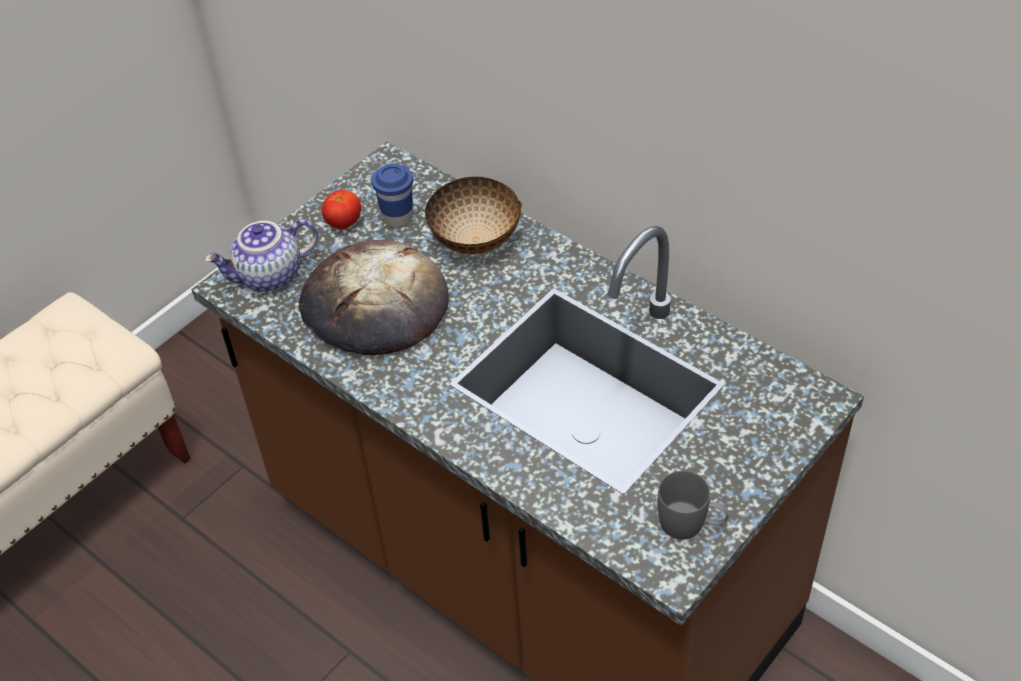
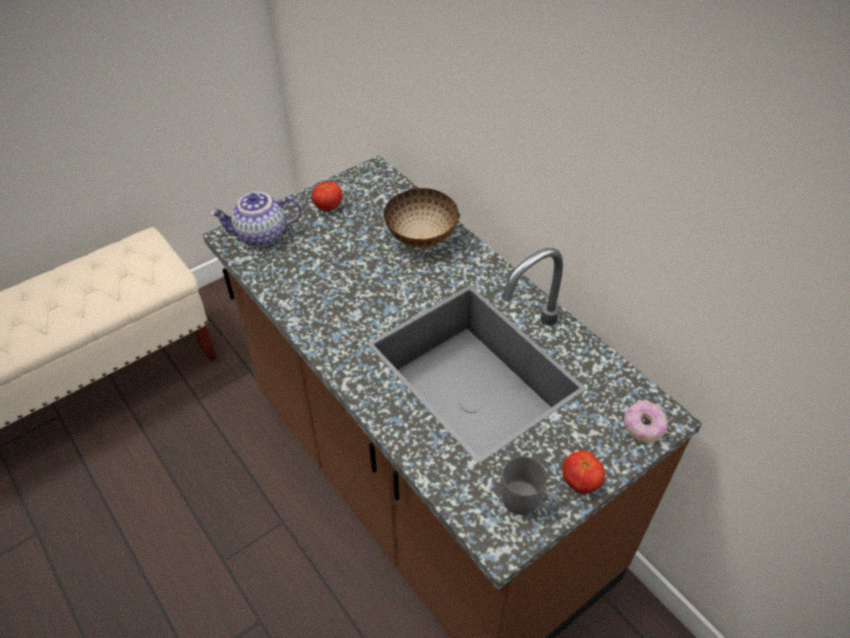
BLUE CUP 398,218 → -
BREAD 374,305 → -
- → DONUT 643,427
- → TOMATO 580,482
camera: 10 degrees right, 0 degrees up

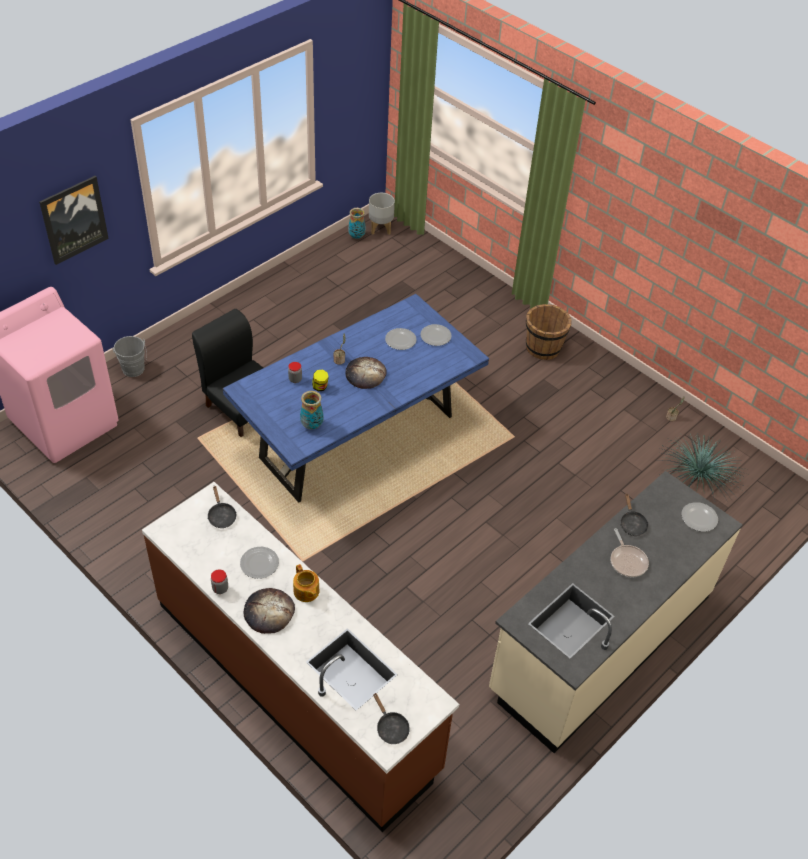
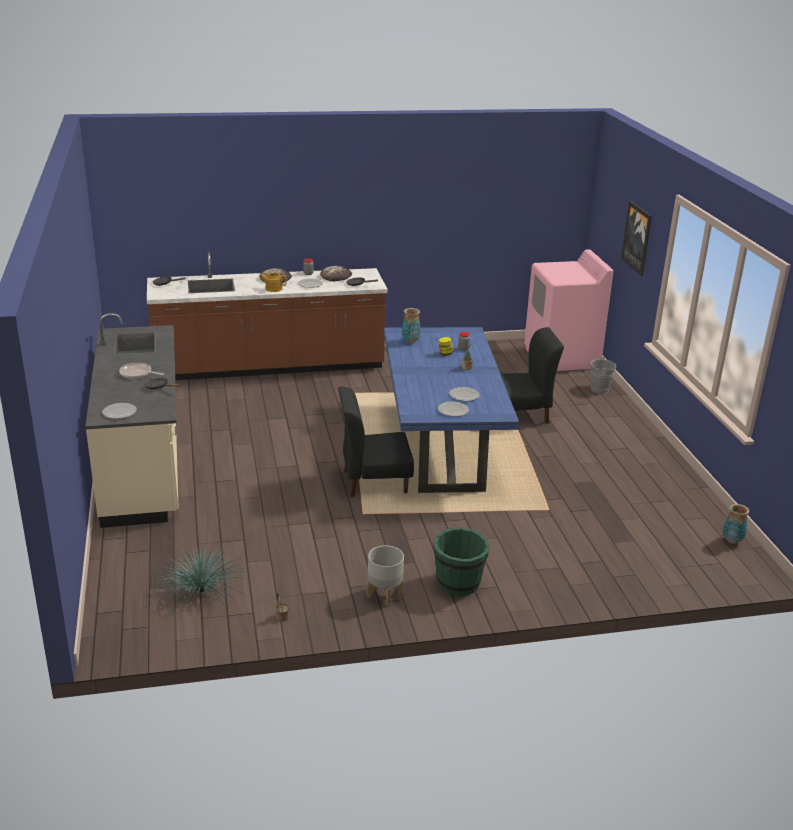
GREY PLANTER 381,228 → GREY PLANTER 384,595, shifted
BROWN BUCKET 543,347 → GREEN BUCKET 458,583
BREAD 365,374 → BREAD 336,276, shifted
- → BLACK CHAIR 374,481
camera: 125 degrees right, 20 degrees down

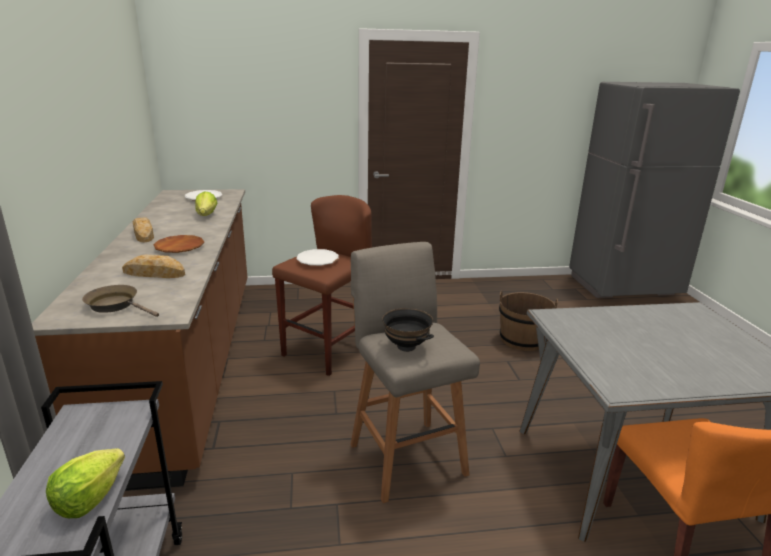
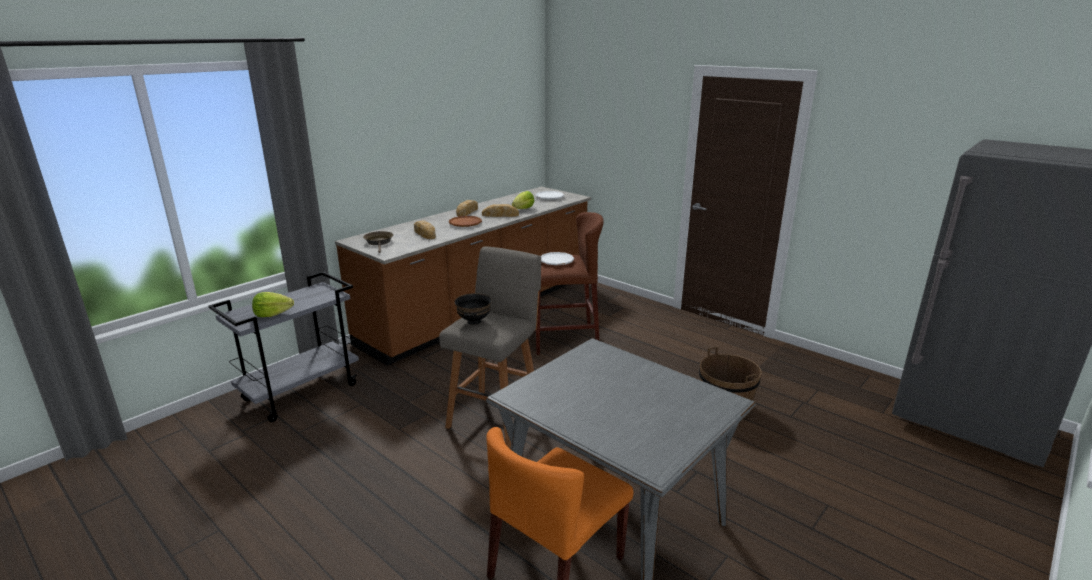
- → BREAD 500,215
camera: 50 degrees right, 0 degrees up

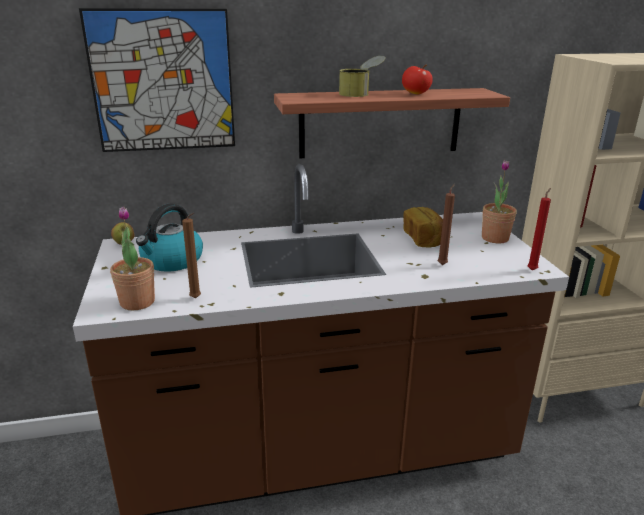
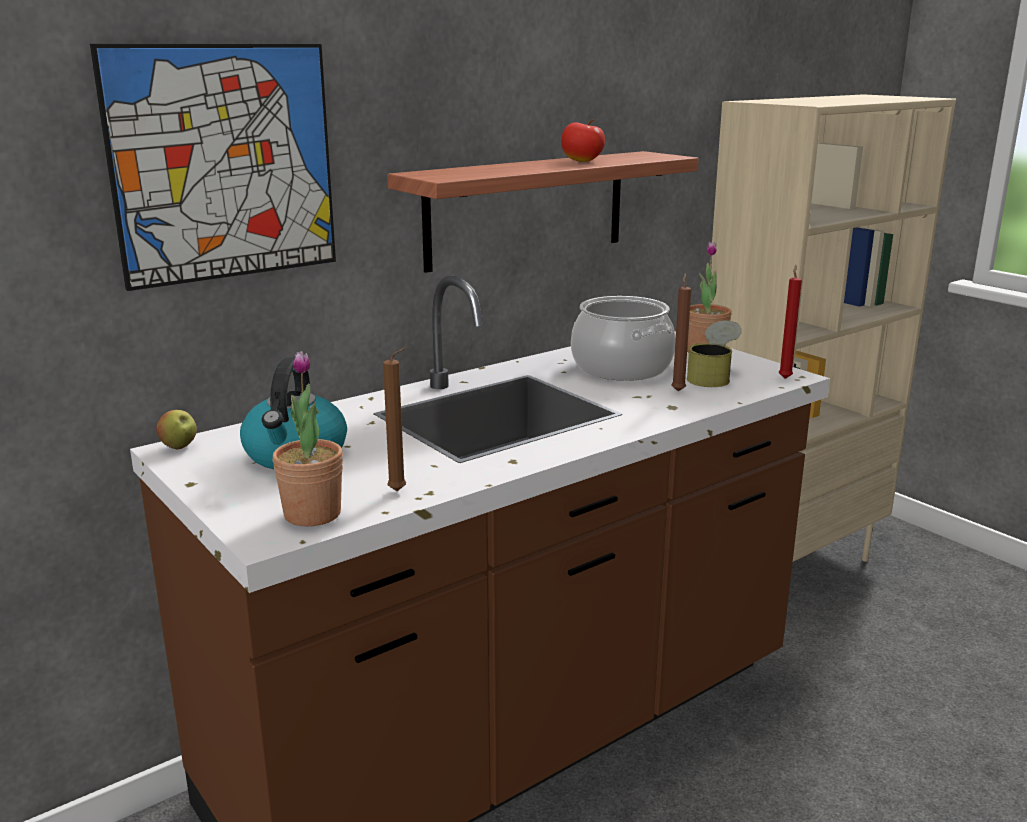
CAN 361,93 → CAN 713,376, shifted
BREAD 424,239 → COOKING POT 622,368
camera: 25 degrees left, 5 degrees down

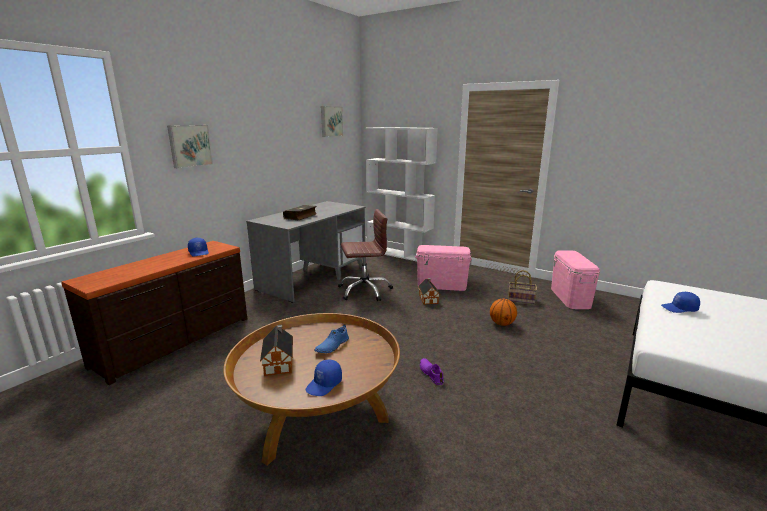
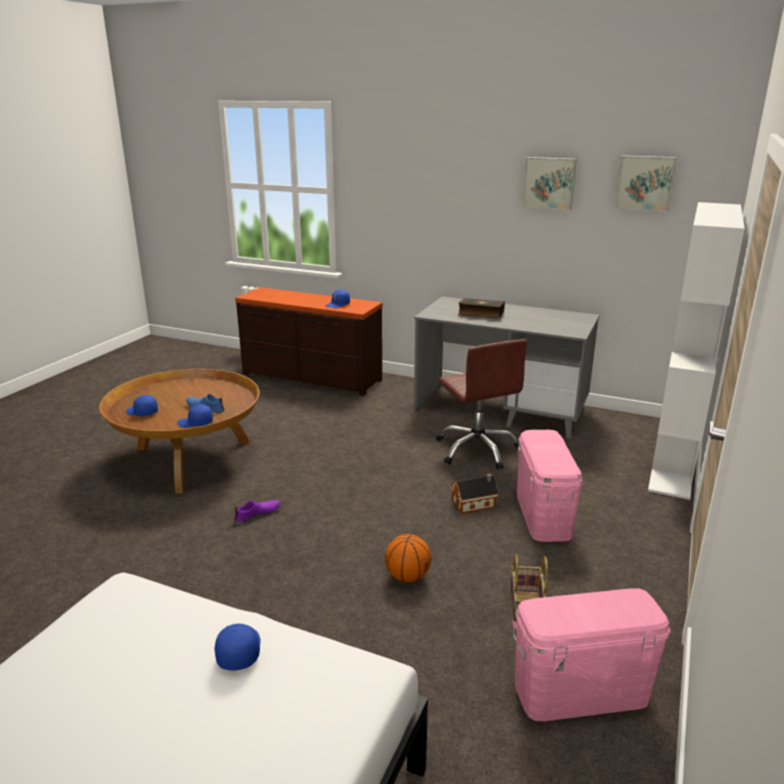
PICTURE 189,146 → PICTURE 549,183, shifted
TOY HOUSE 279,362 → -
- → BLUE CAP 195,423
camera: 80 degrees right, 5 degrees up

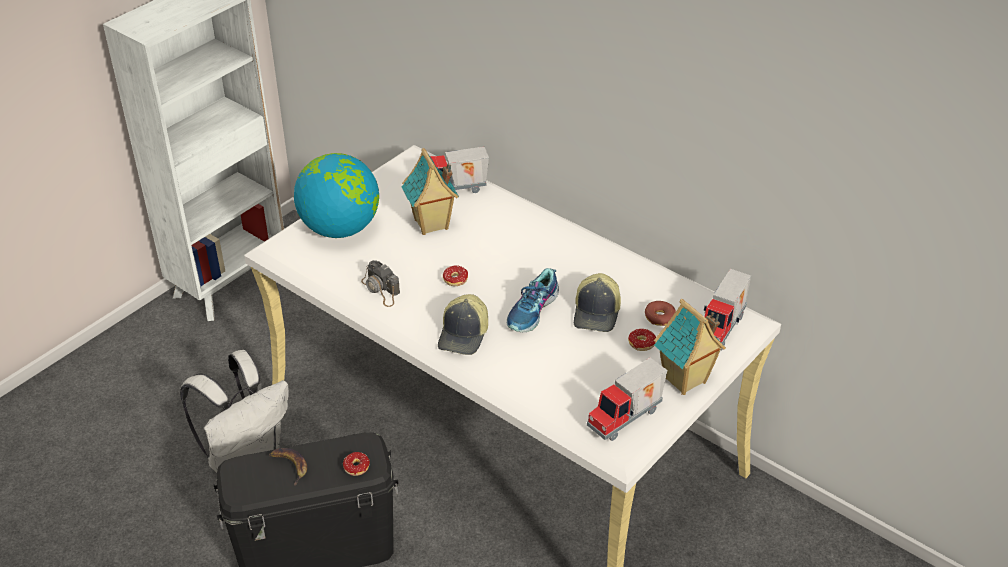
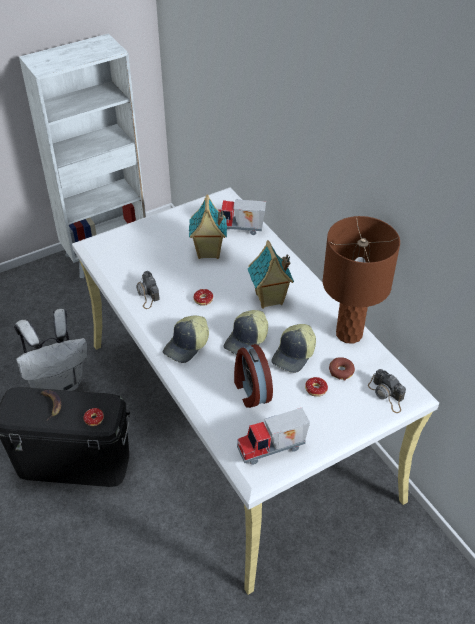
GLOBE 340,228 → -
SHOE 533,311 → CAP 247,340
TOY TRUCK 723,329 → PHOTO CAMERA 387,395
TOY HOUSE 685,381 → TOY HOUSE 269,300, shifted
- → BROWN TABLE LAMP 349,333
- → ALARM CLOCK 251,390
camera: 20 degrees right, 5 degrees up

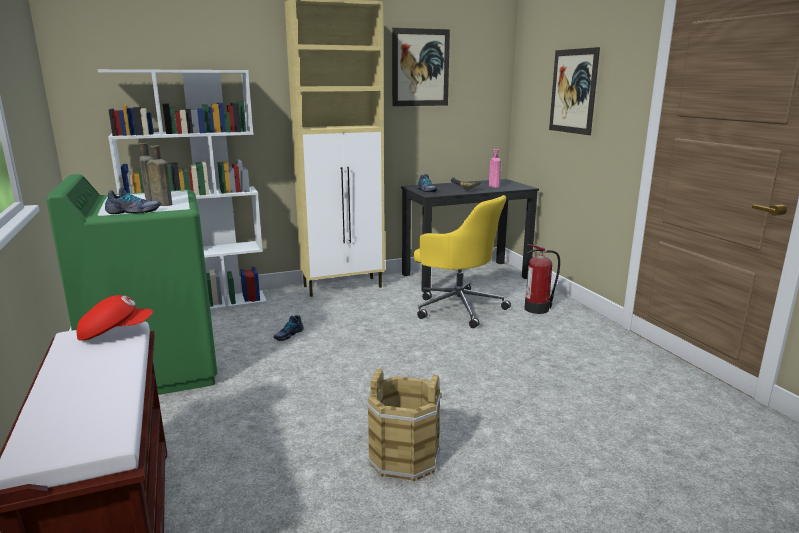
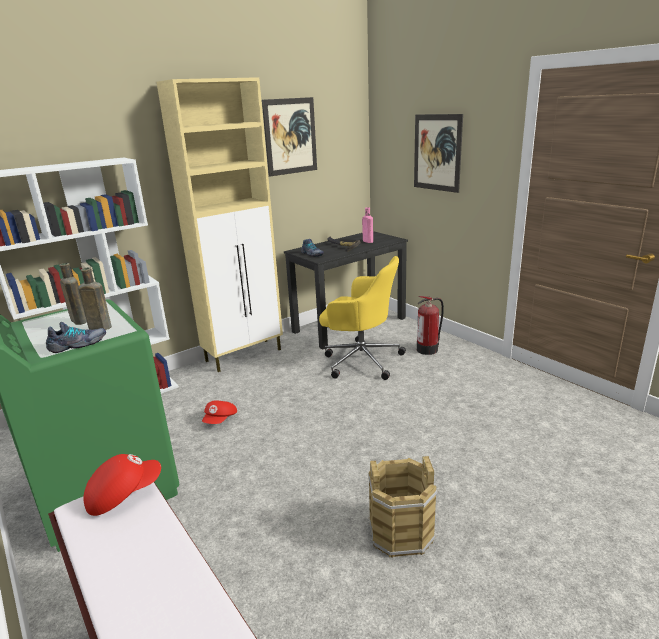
SHOE 288,334 → RED CAP 220,420
camera: 15 degrees left, 5 degrees up

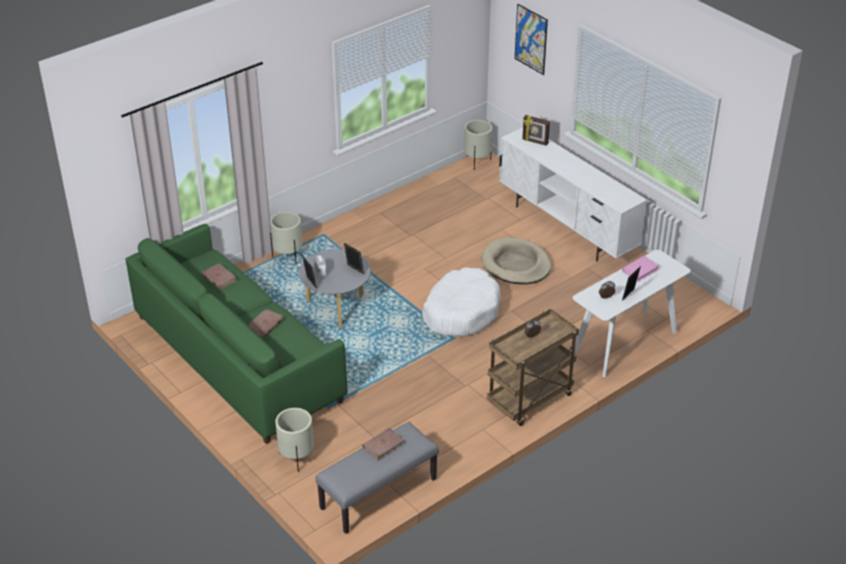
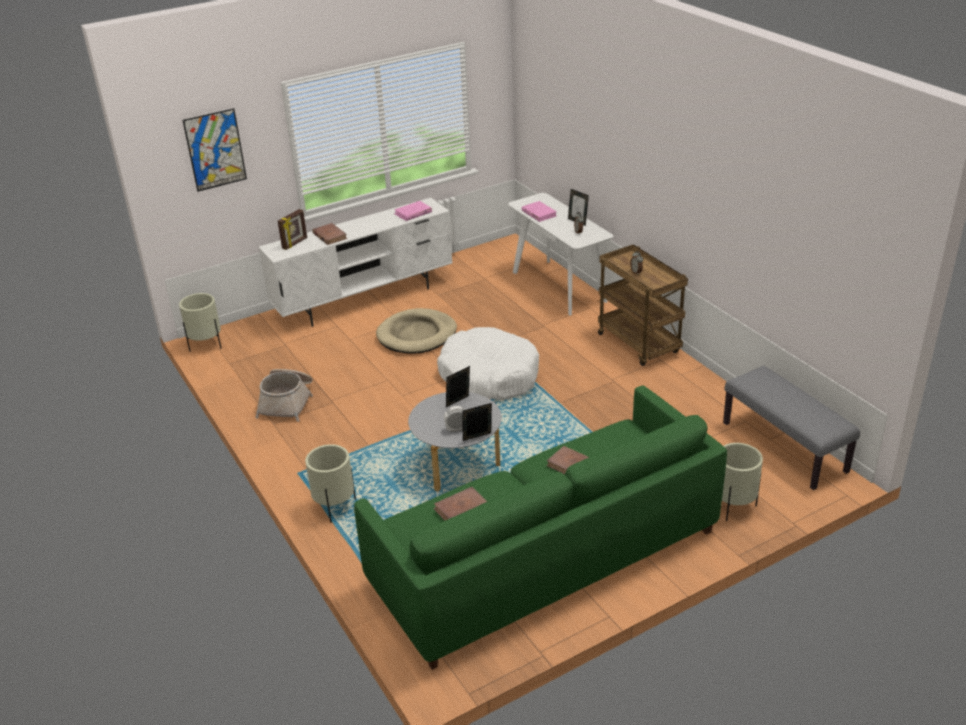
BROWN BOOK 383,445 → BROWN BOOK 329,236, shifted
- → PINK BOOK 413,213
- → BASKET 287,402
camera: 80 degrees left, 5 degrees down

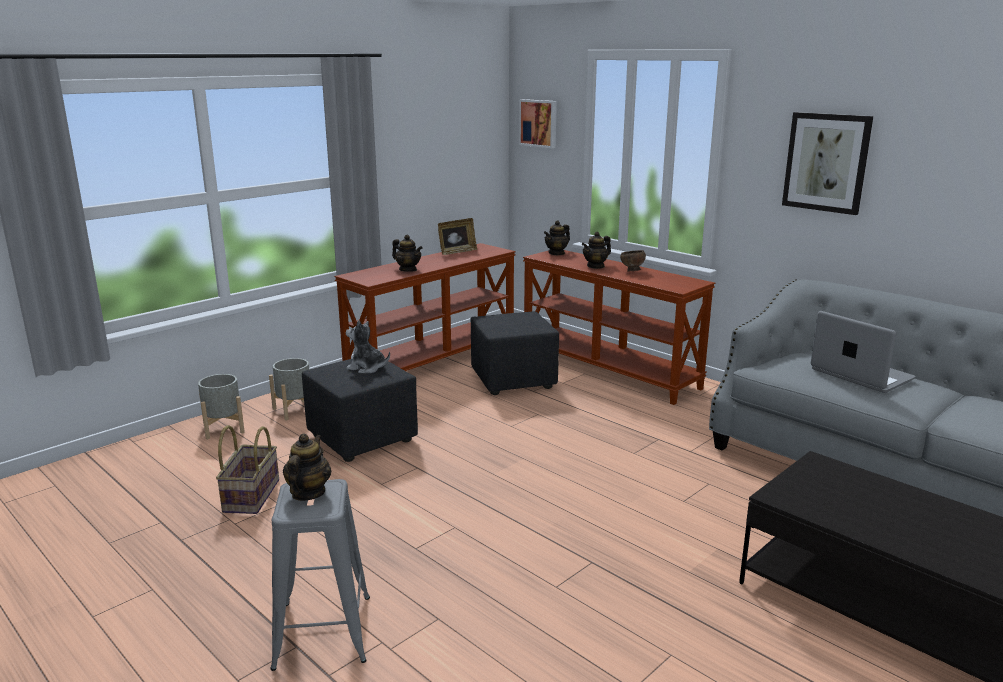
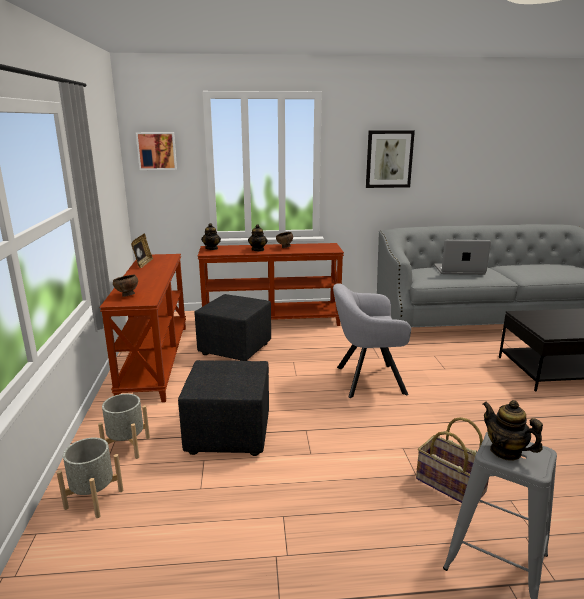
TEAPOT 408,270 → -
PLUSH TOY 367,368 → -
BASKET 250,495 → BASKET 449,485, shifted
- → BROWN BOWL 127,296
- → GREY ARMCHAIR 365,380
camera: 50 degrees left, 0 degrees up

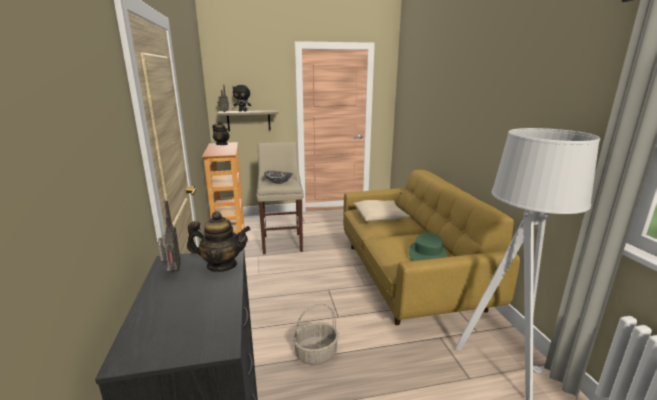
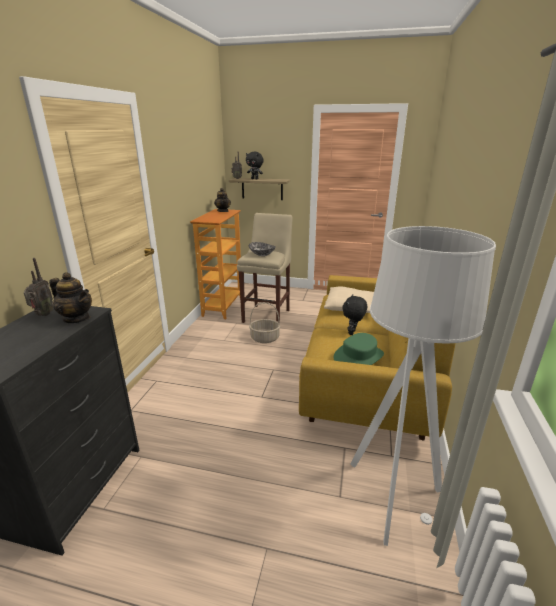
BASKET 316,353 → BASKET 265,338, shifted
- → BLACK PLUSH TOY 352,333
camera: 25 degrees right, 5 degrees up

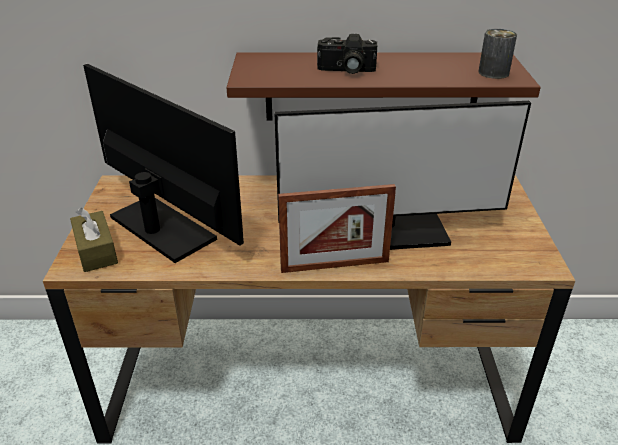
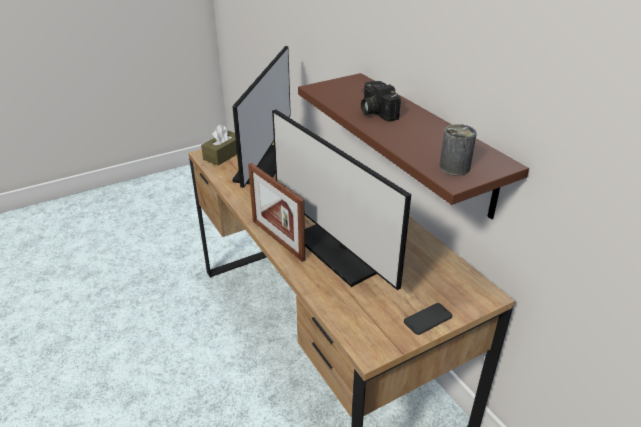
- → PHONE 428,319
camera: 60 degrees right, 0 degrees up

